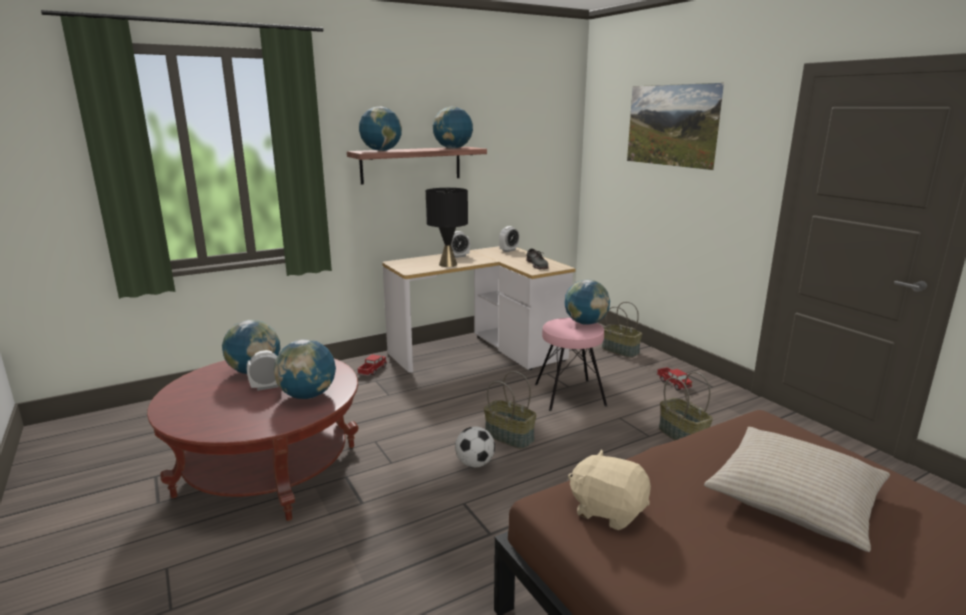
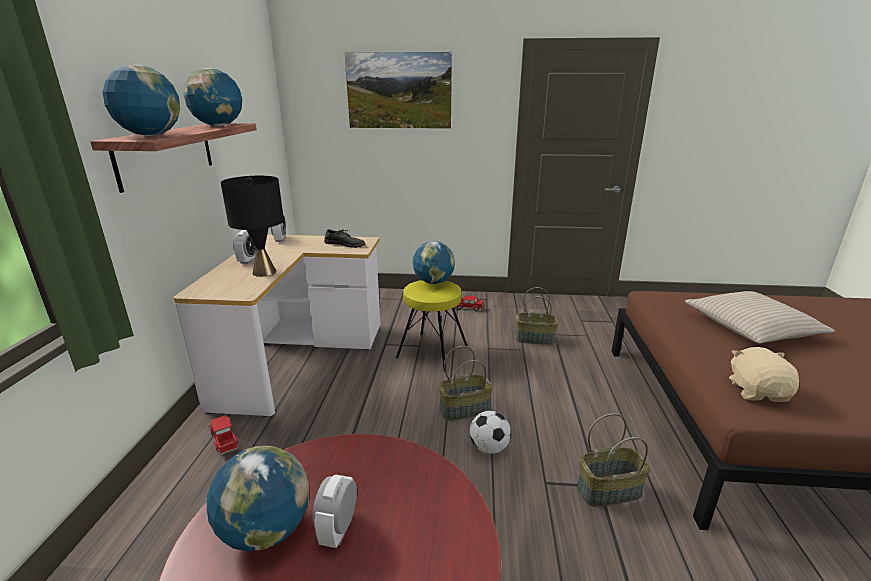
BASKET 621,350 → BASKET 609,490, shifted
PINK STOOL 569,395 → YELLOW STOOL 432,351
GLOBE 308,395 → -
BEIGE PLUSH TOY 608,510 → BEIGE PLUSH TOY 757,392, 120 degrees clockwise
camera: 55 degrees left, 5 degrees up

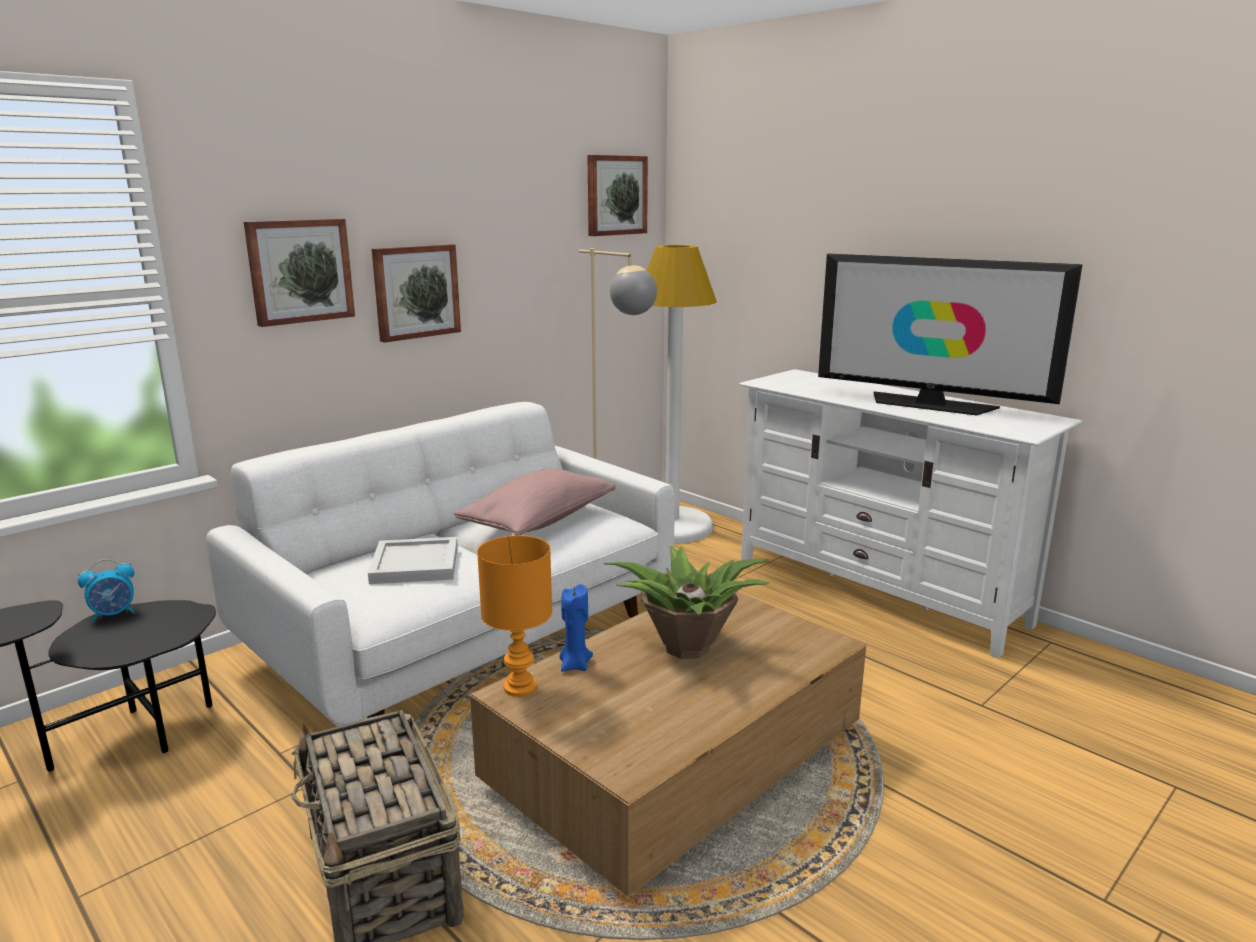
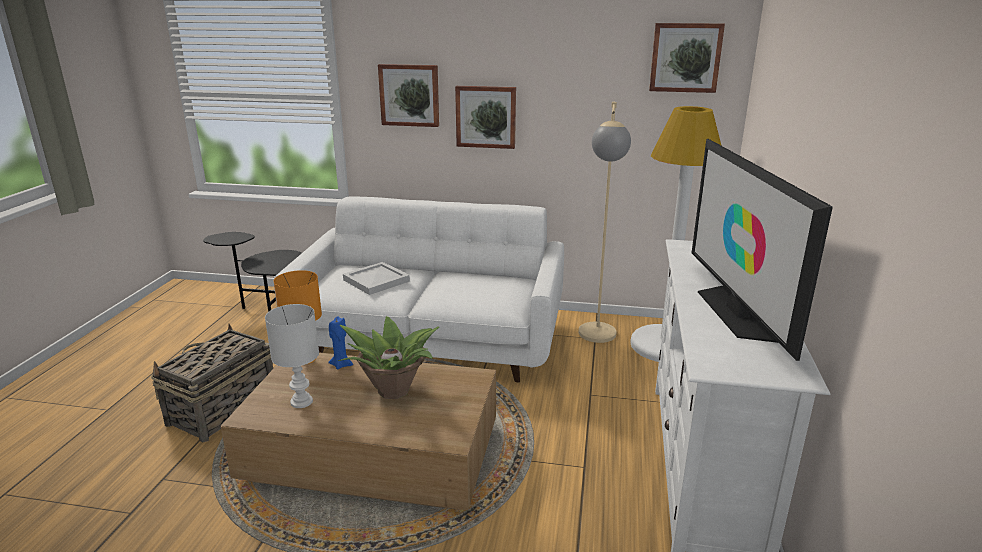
PINK PILLOW 538,522 → -
ALARM CLOCK 114,615 → -
- → WHITE TABLE LAMP 302,402
camera: 55 degrees right, 5 degrees up

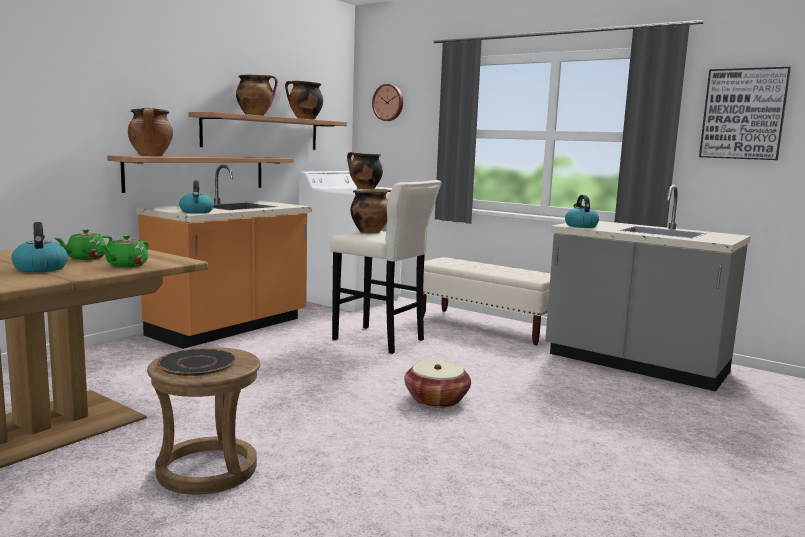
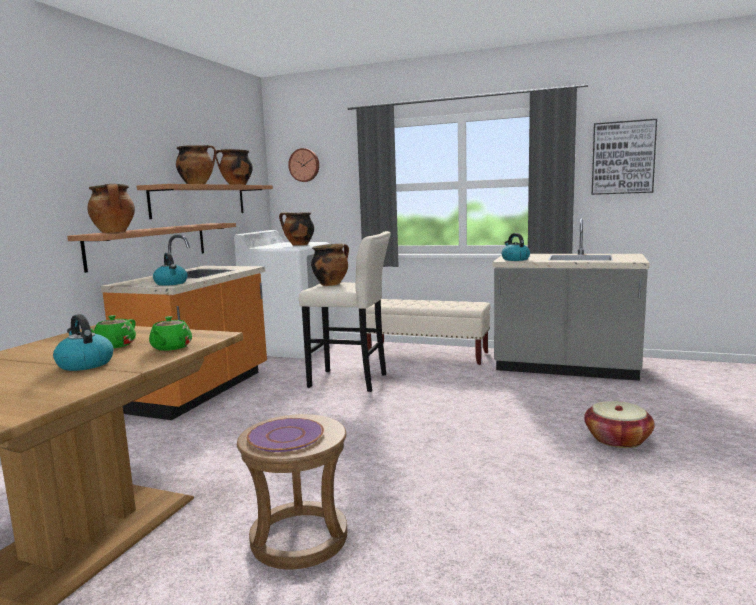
BLACK PLATE 196,363 → PURPLE PLATE 285,436
BASKET 436,399 → BASKET 617,439, shifted
camera: 15 degrees left, 0 degrees up

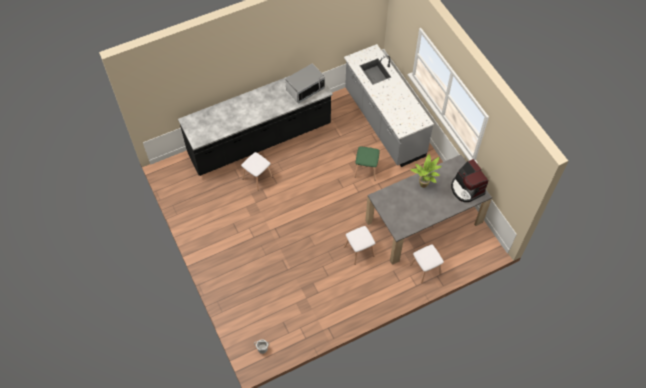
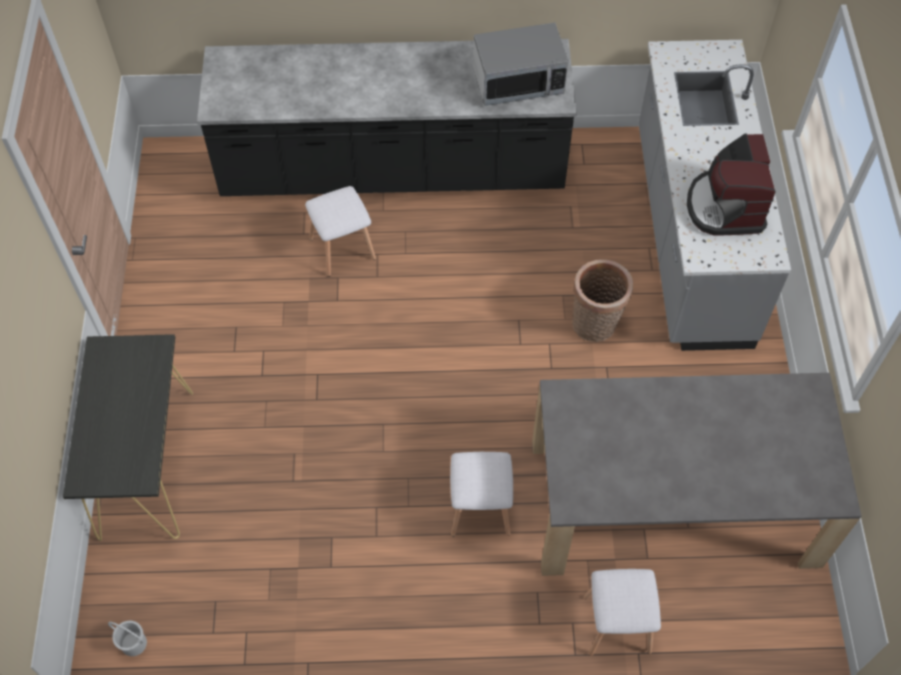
GREEN STOOL 366,170 → BASKET 595,326
POTTED PLANT 424,185 → -
COFFEE MACHINE 466,188 → COFFEE MACHINE 725,207, shifted
- → BLACK CONSOLE TABLE 146,463
camera: 25 degrees right, 0 degrees up

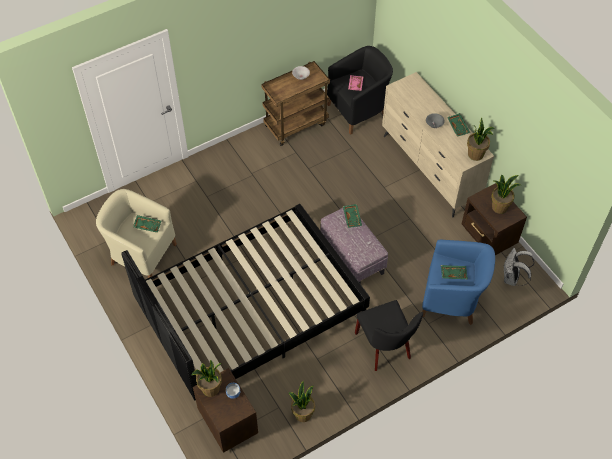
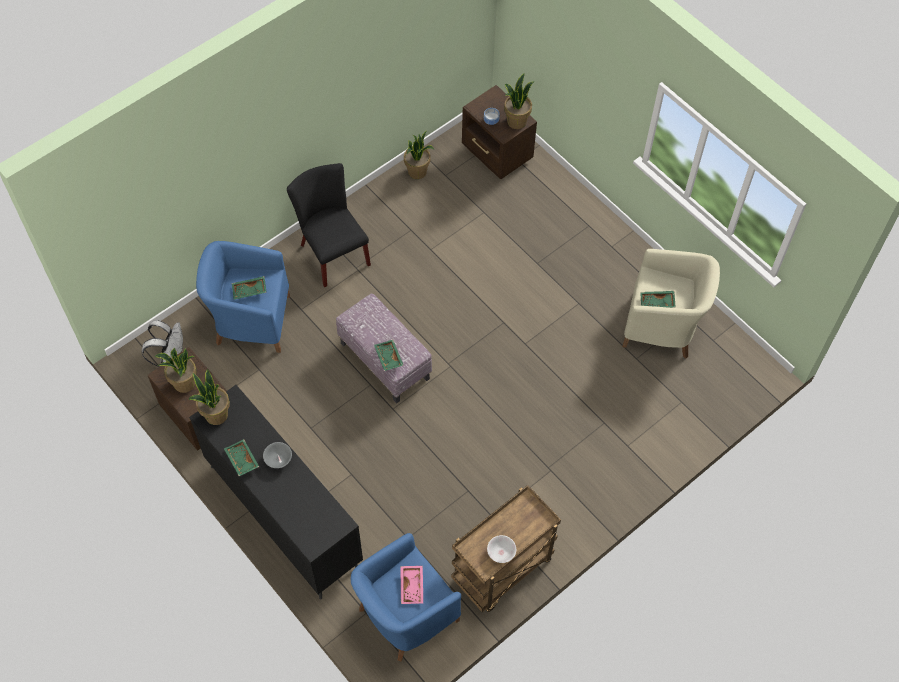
BLACK ARMCHAIR 358,110 → BLUE ARMCHAIR 405,615
BEIGE DRESSER 430,169 → BLACK DRESSER 284,515
BLACK BED 251,308 → -
camera: 170 degrees right, 5 degrees up

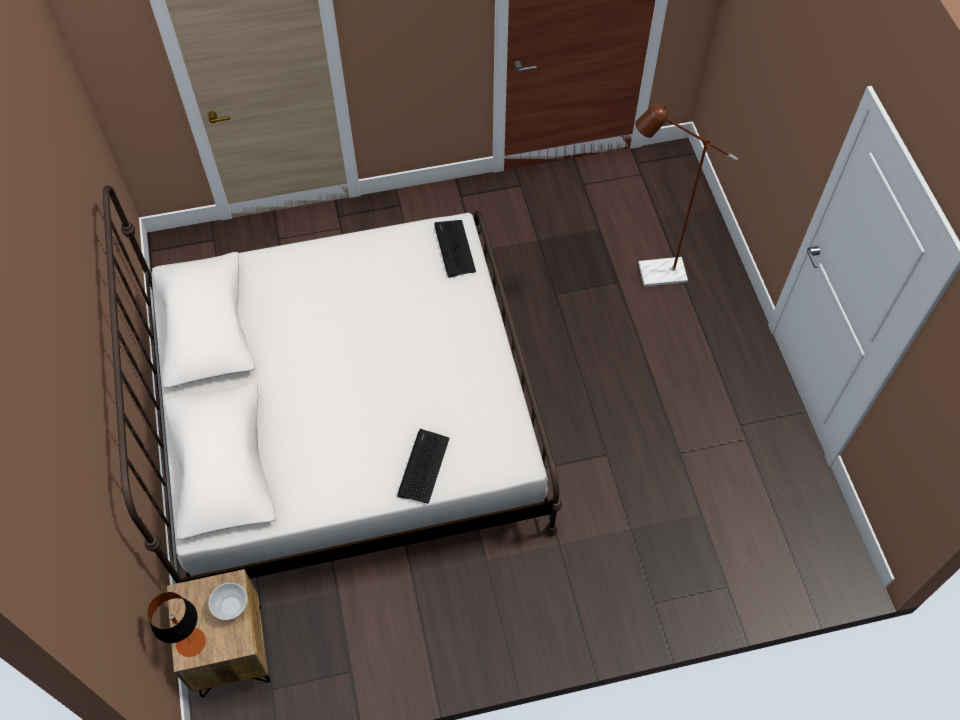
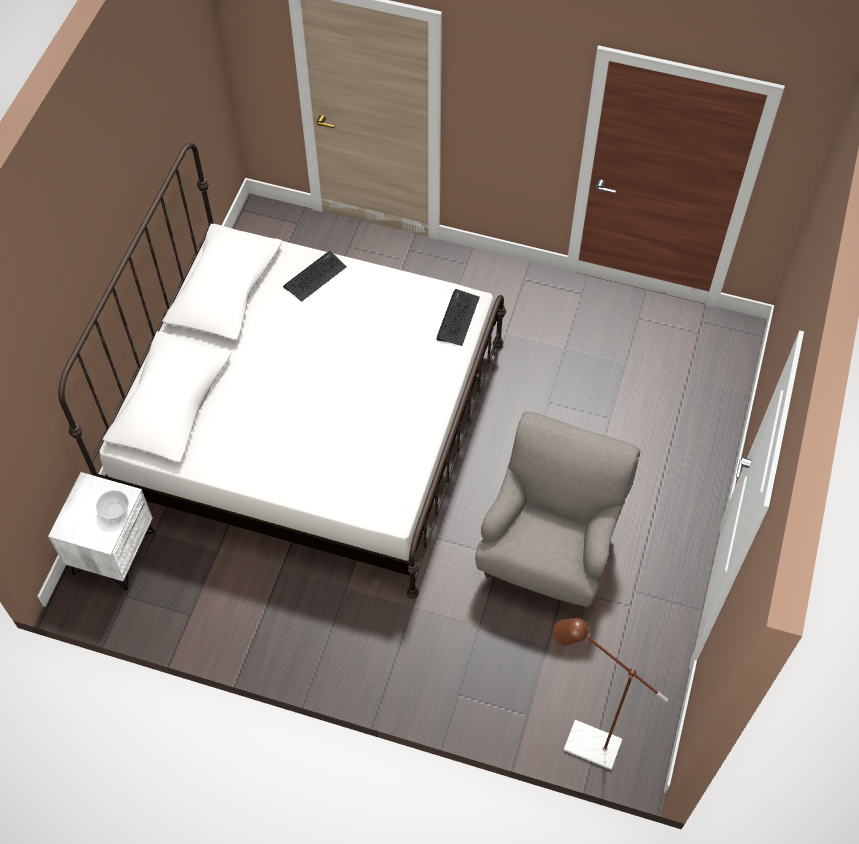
BROWN FLOOR LAMP 653,273 → BROWN FLOOR LAMP 582,741, shifted
KEYBOARD 423,466 → KEYBOARD 315,276, shifted
BROWN NIGHTSTAND 230,650 → WHITE NIGHTSTAND 113,552
TABLE LAMP 191,642 → -
- → GREY ARMCHAIR 549,550
camera: 30 degrees right, 0 degrees up

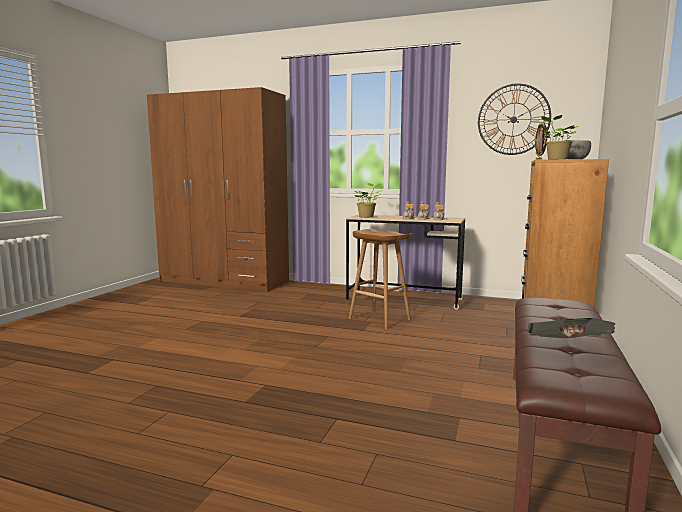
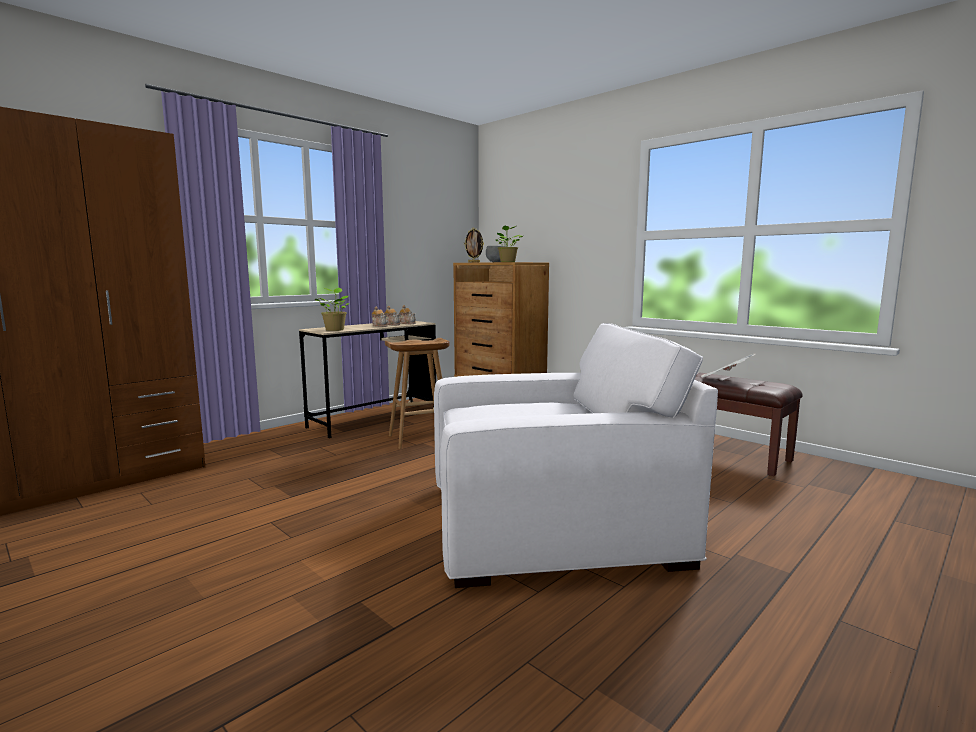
WALL CLOCK 513,119 → -
- → WHITE ARMCHAIR 551,522
camera: 65 degrees left, 0 degrees up

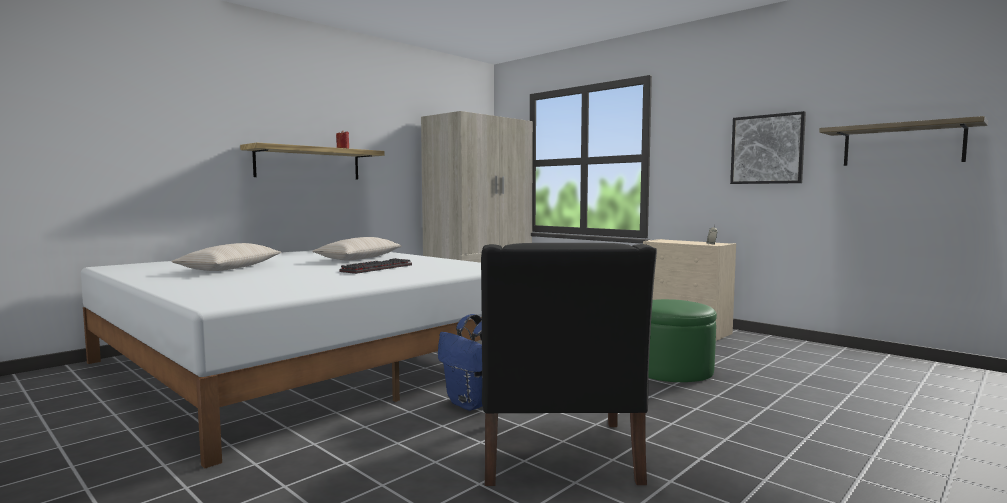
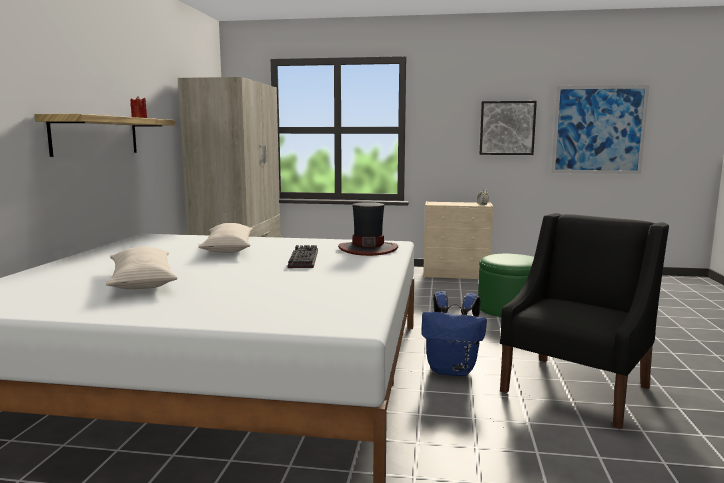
SHELF 902,145 → PICTURE 598,130
BLACK ARMCHAIR 557,452 → BLACK ARMCHAIR 576,388, 105 degrees counterclockwise
- → HAT 368,249
camera: 35 degrees left, 5 degrees up

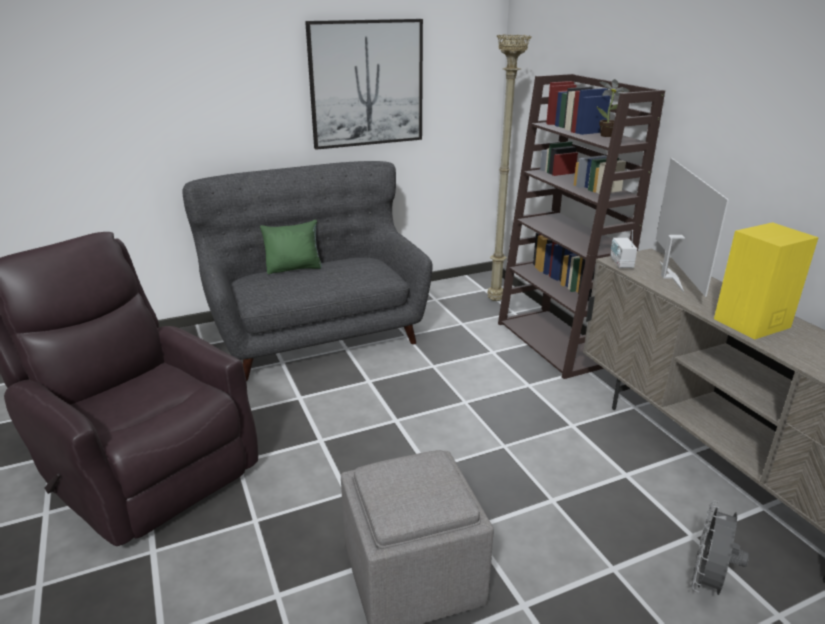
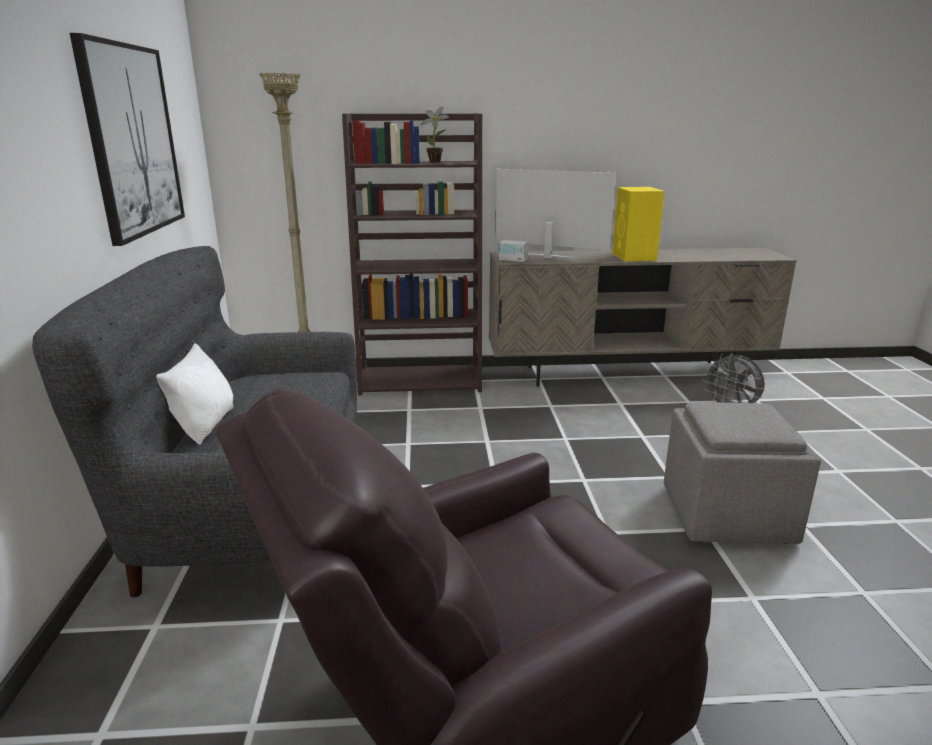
GREEN PILLOW 294,268 → WHITE PILLOW 204,425
camera: 70 degrees left, 5 degrees down

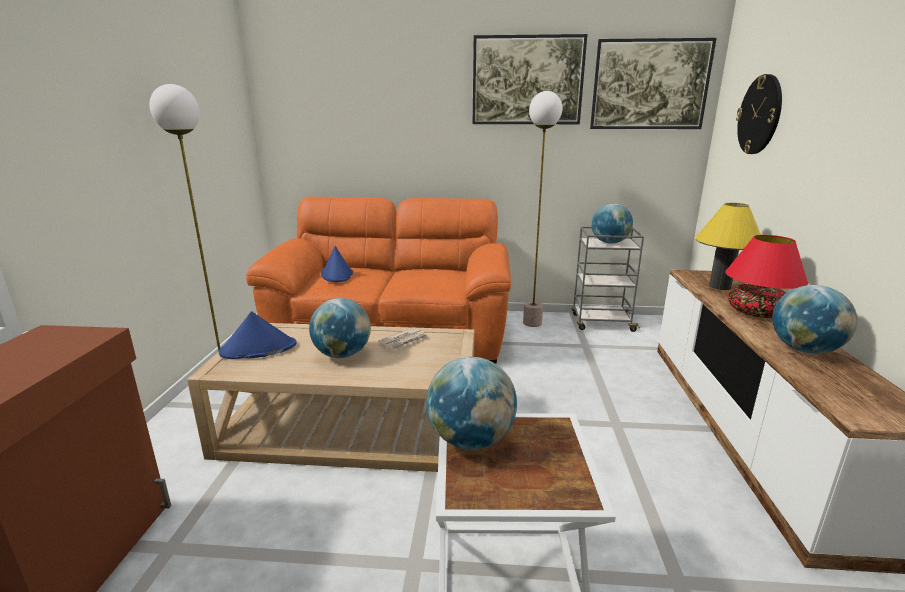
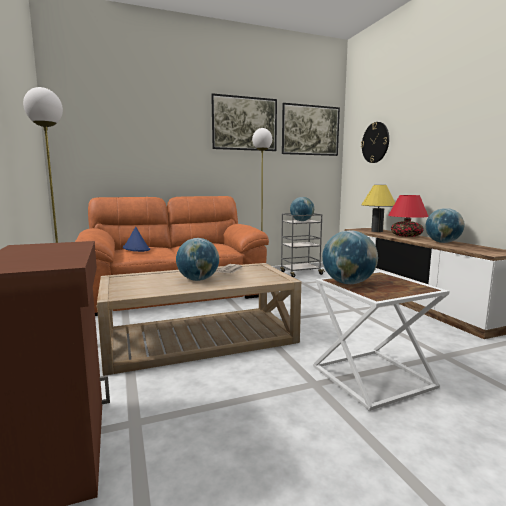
BLUE HAT 258,349 → -
camera: 25 degrees left, 10 degrees down

